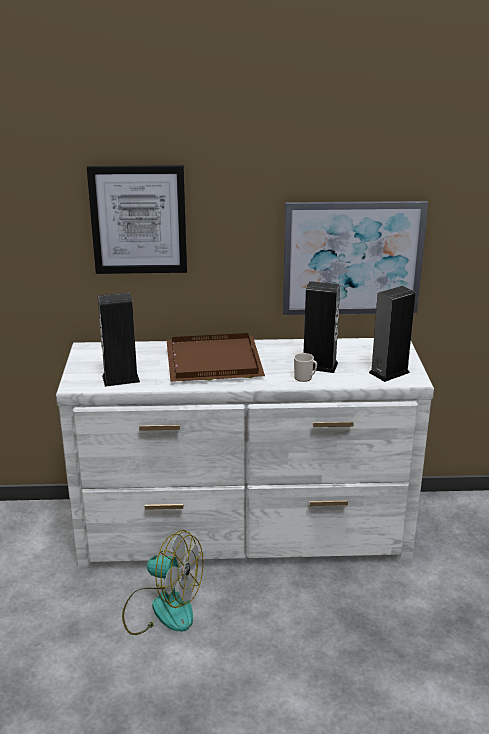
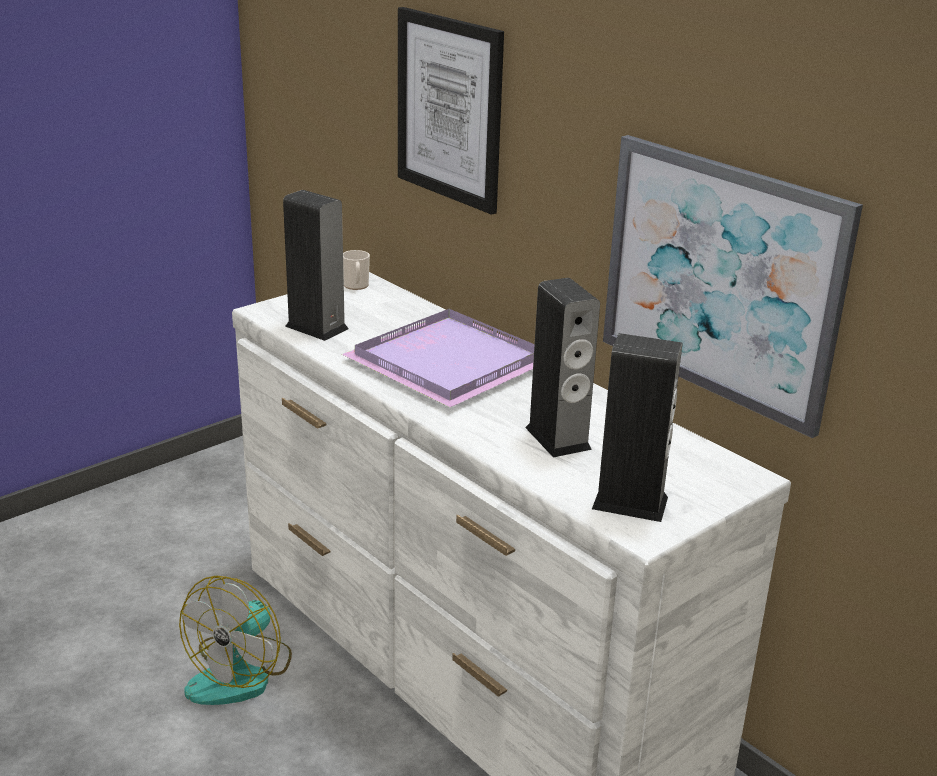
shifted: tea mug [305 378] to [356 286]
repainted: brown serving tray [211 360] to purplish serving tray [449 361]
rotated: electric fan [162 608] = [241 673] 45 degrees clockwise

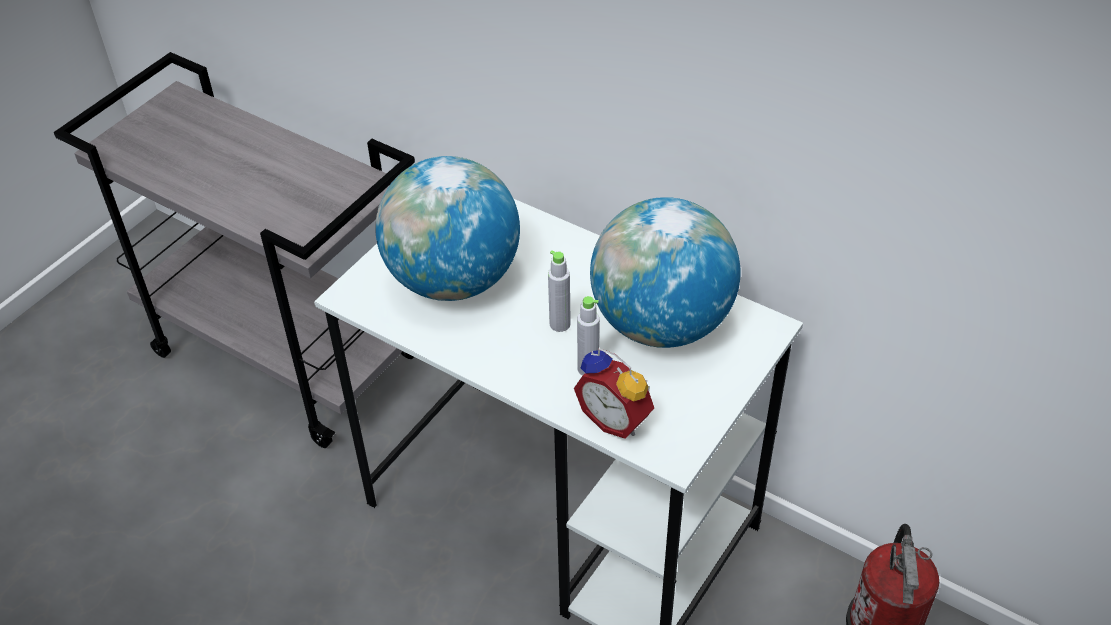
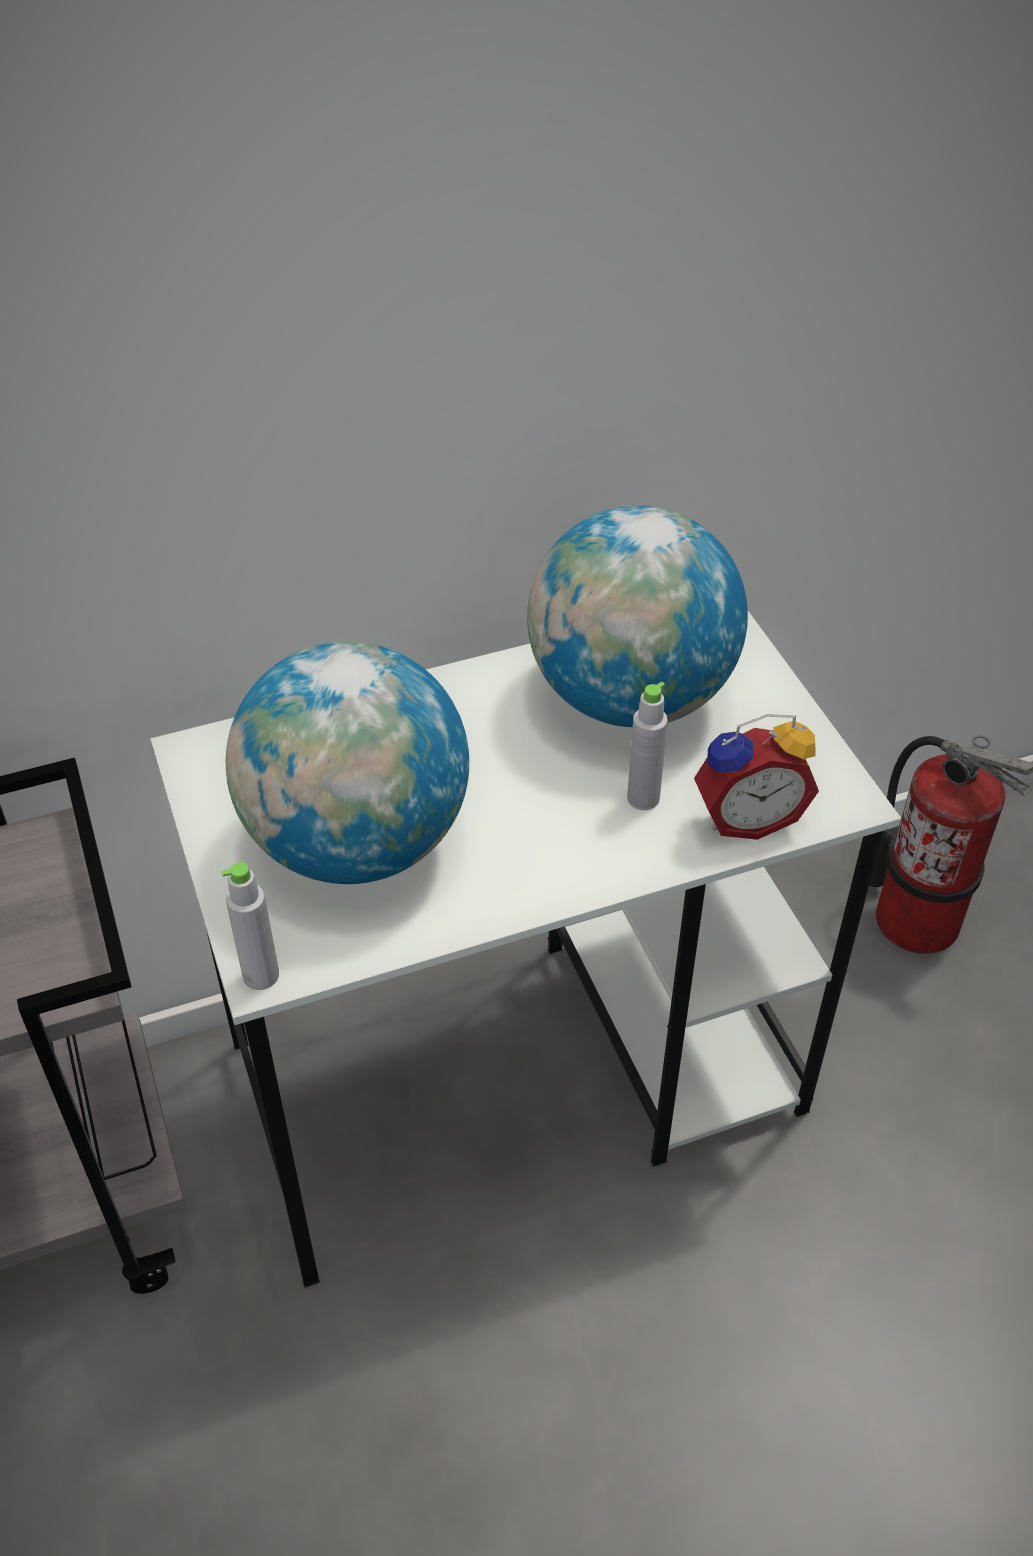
shifted: greyish bottle [560 324] to [261 975]

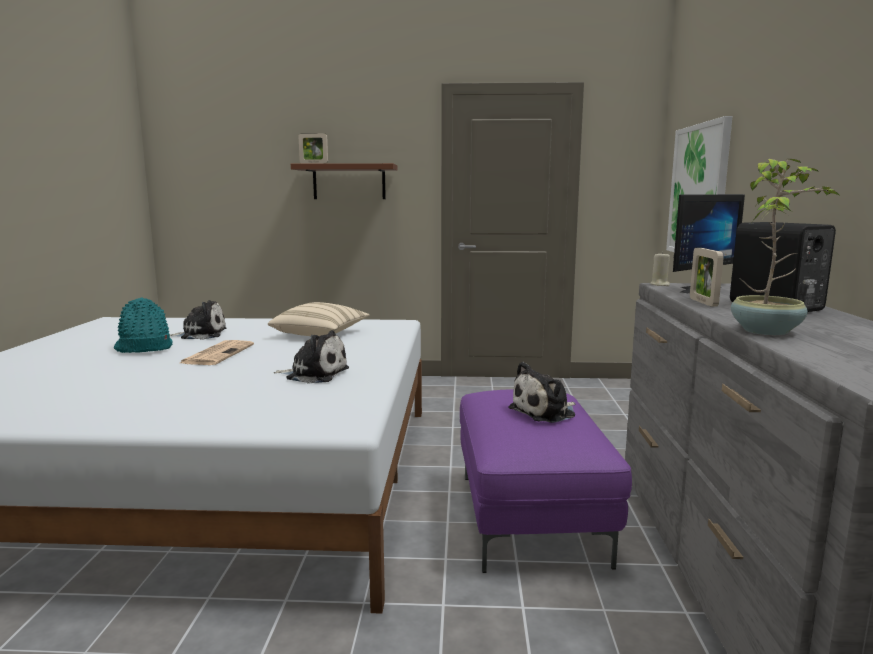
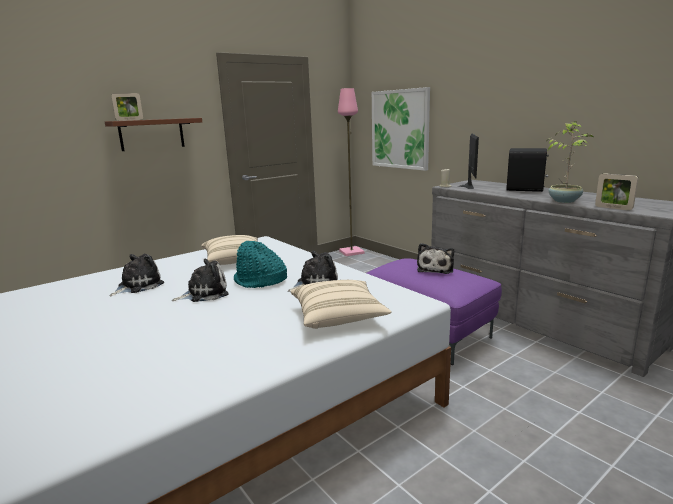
new: beige pillow [338 317]; pink standing lamp [351 252]
shifted: turquoise wearable hat [144 348] to [260 281]; photo frame [703 302] to [613 208]
swapped: newspaper [218 354] to soft toy [204 293]

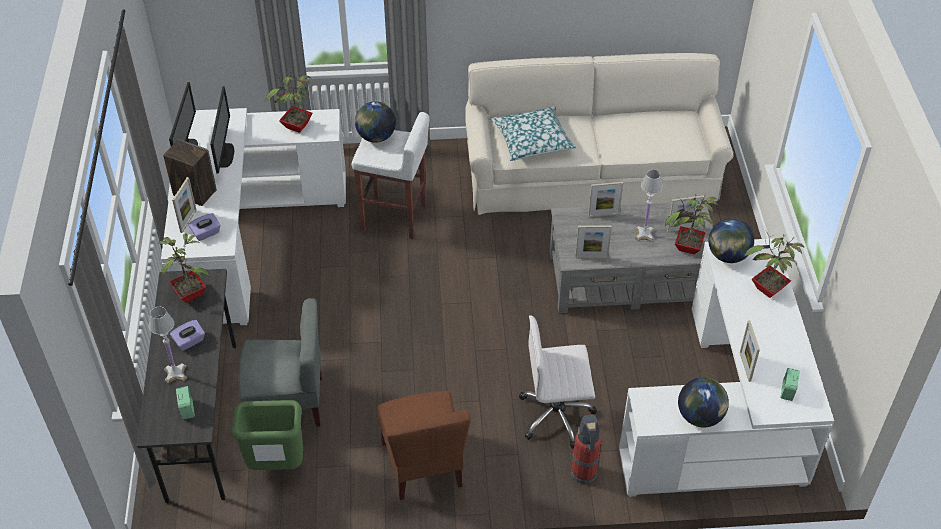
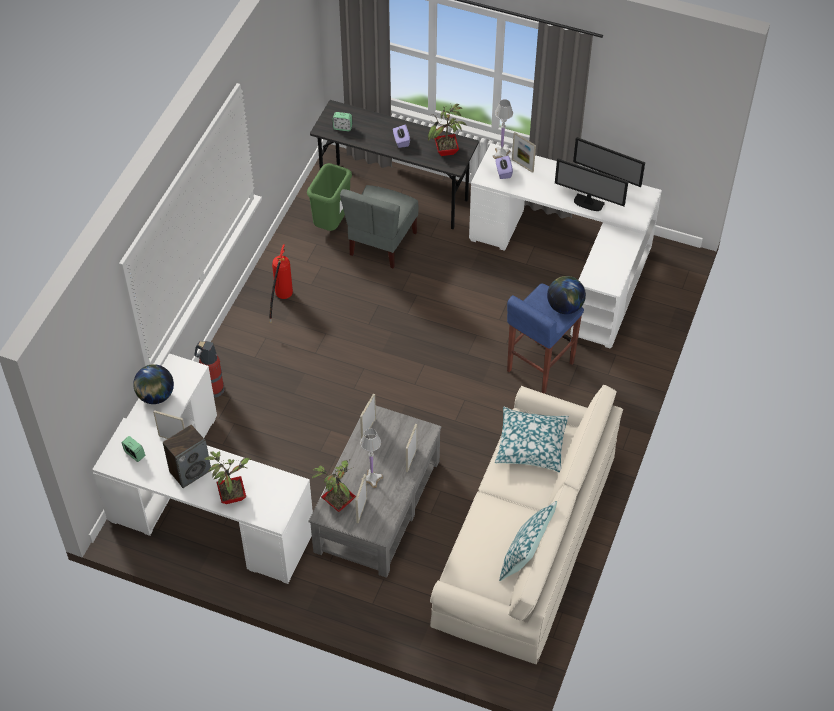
gone: houseplant [296 127]; whitish desk chair [557 415]; desk globe [727 256]
new: pillow [526 557]
shifted: loudspeaker [194 193] to [190 471]; whitish table lamp [175 374] to [501 154]
swapped: brown upright chair [423 464] to extinguisher [281 301]
repainted: whitish sitting stool [394 218] to bluish sitting stool [539 367]

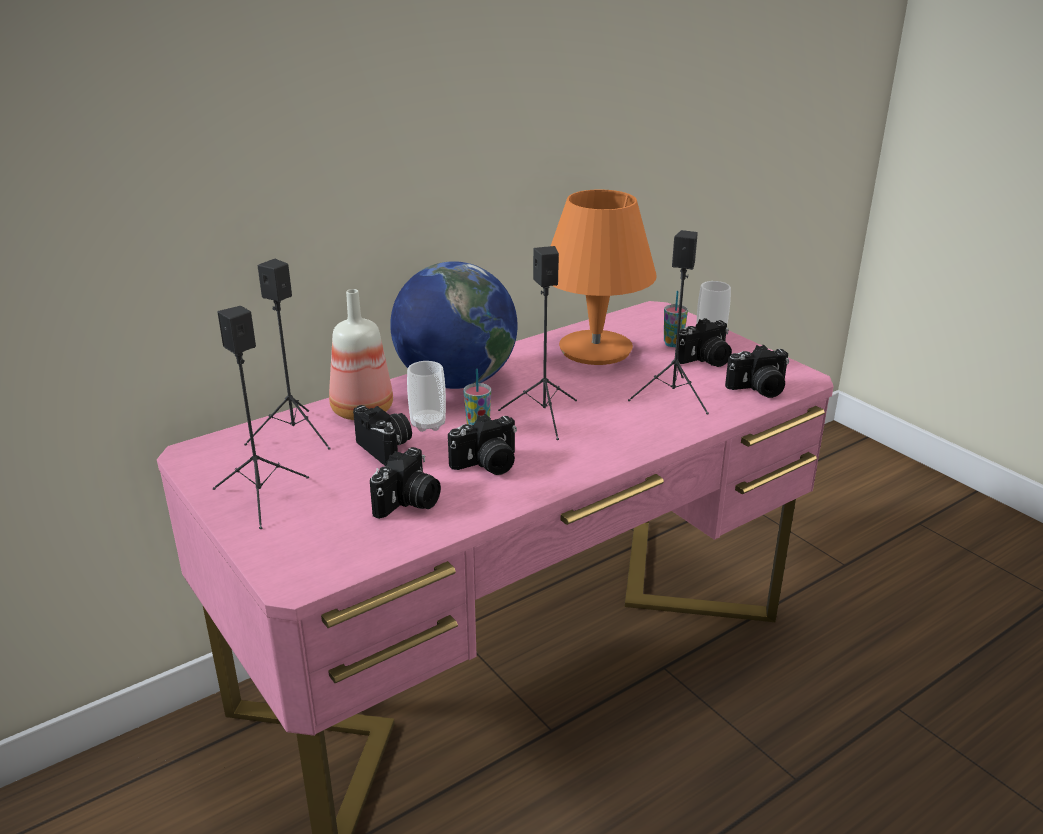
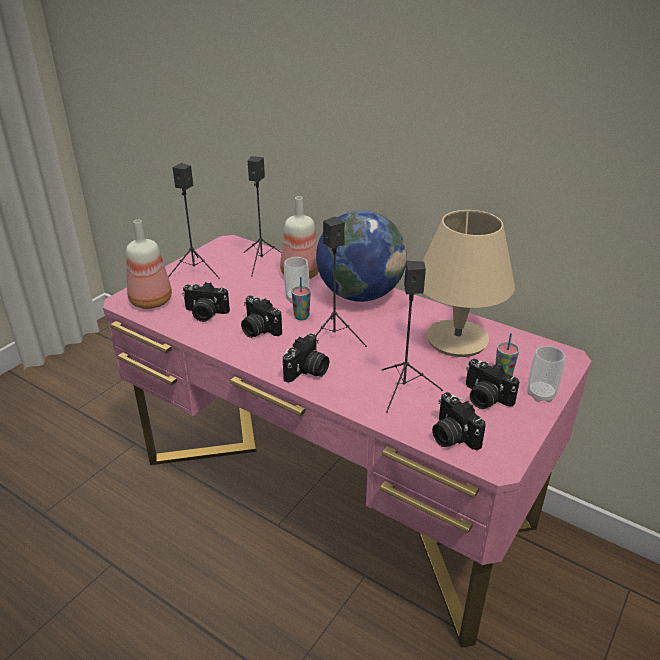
new: bottle [152 302]
shifted: still camera [387 448] to [307 371]
repainted: orange table lamp [594 350] to beige table lamp [456 339]

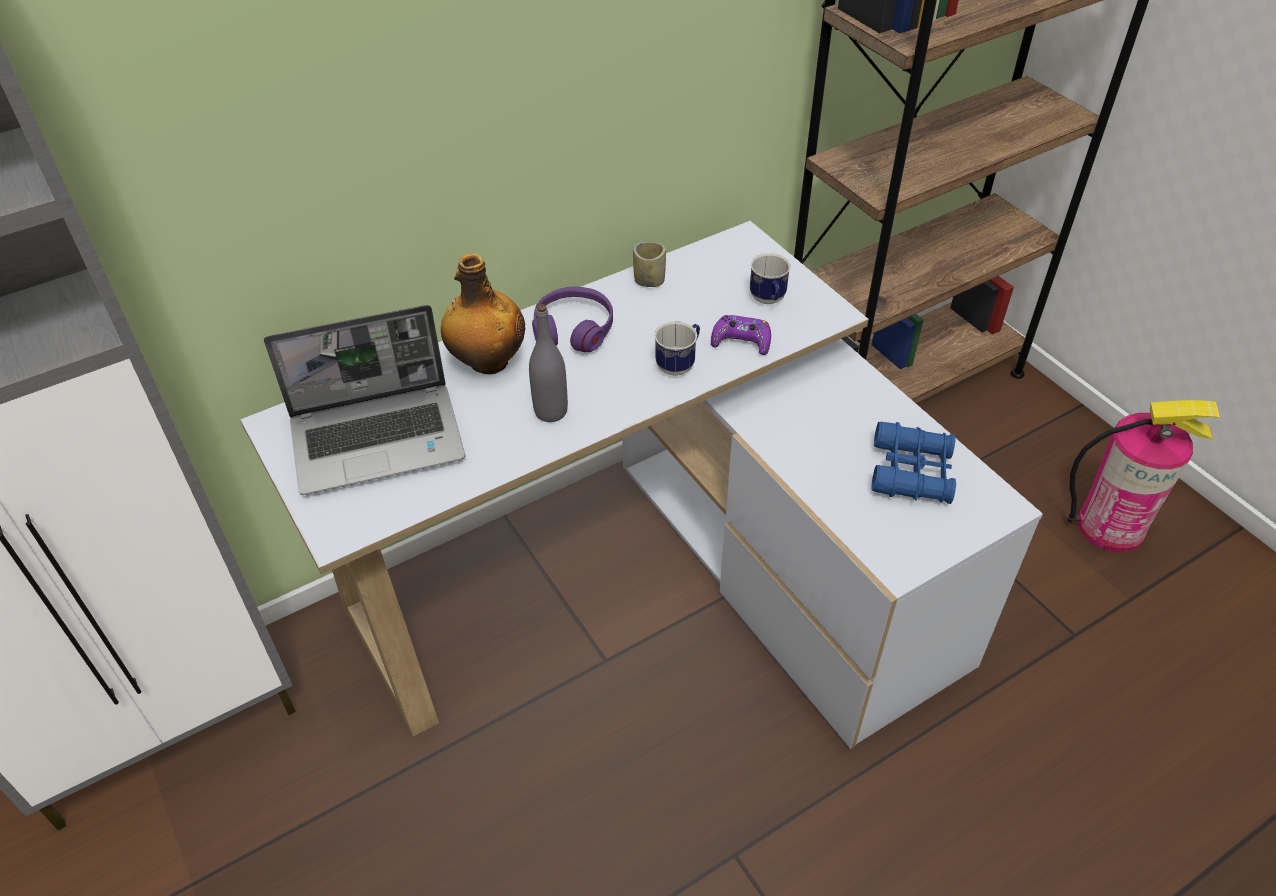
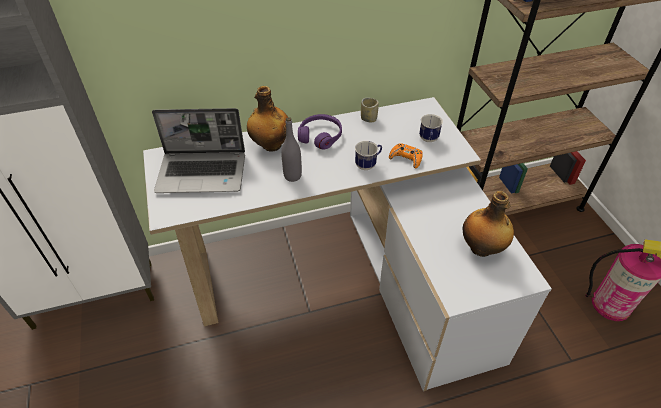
swapped: bluish binoculars [912 472] to bottle [482 248]
repainted: purplish joypad [741 341] to orange joypad [406 158]

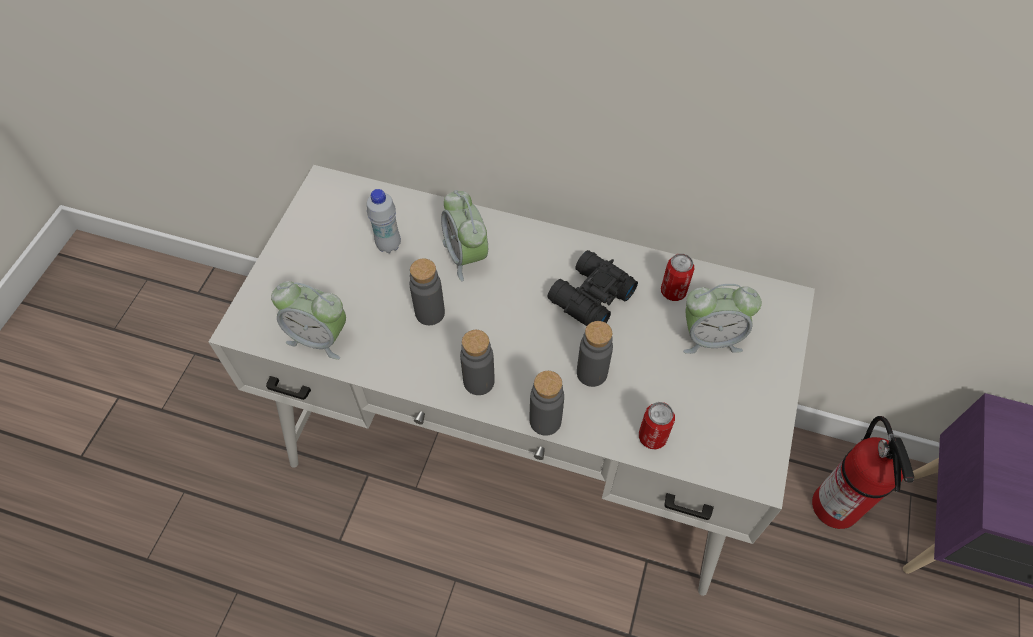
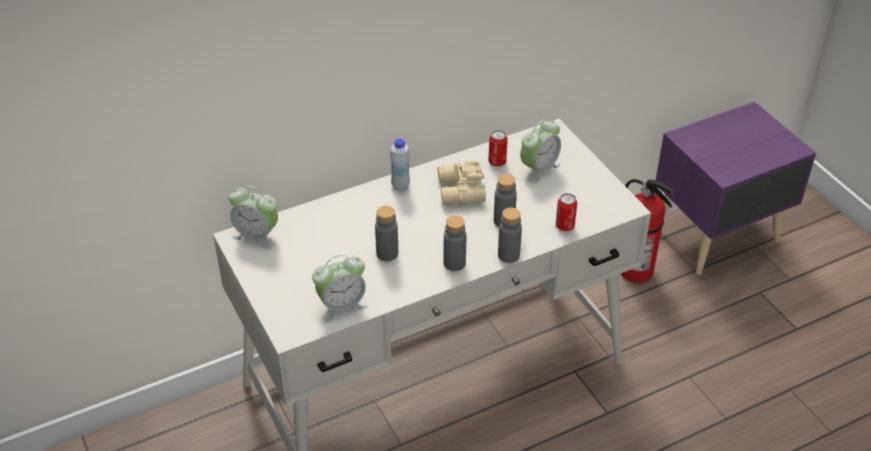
shifted: alarm clock [466 255] to [257 235]; whitish bottle [388 245] to [400 186]
repainted: black binoculars [589 297] to beige binoculars [460 191]

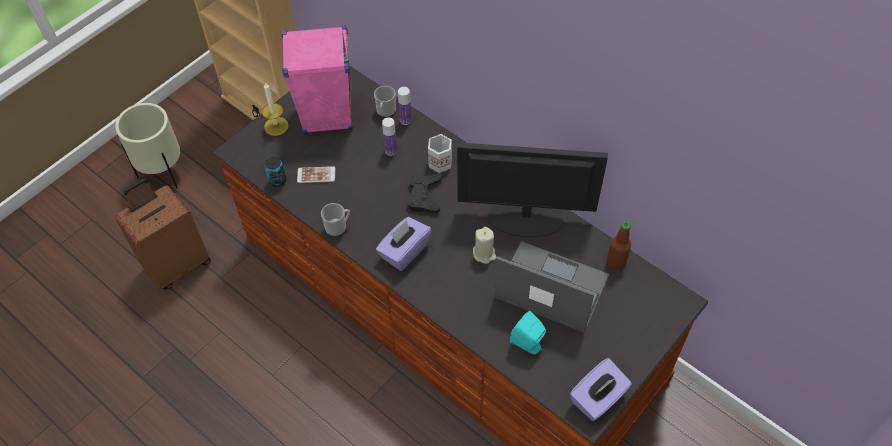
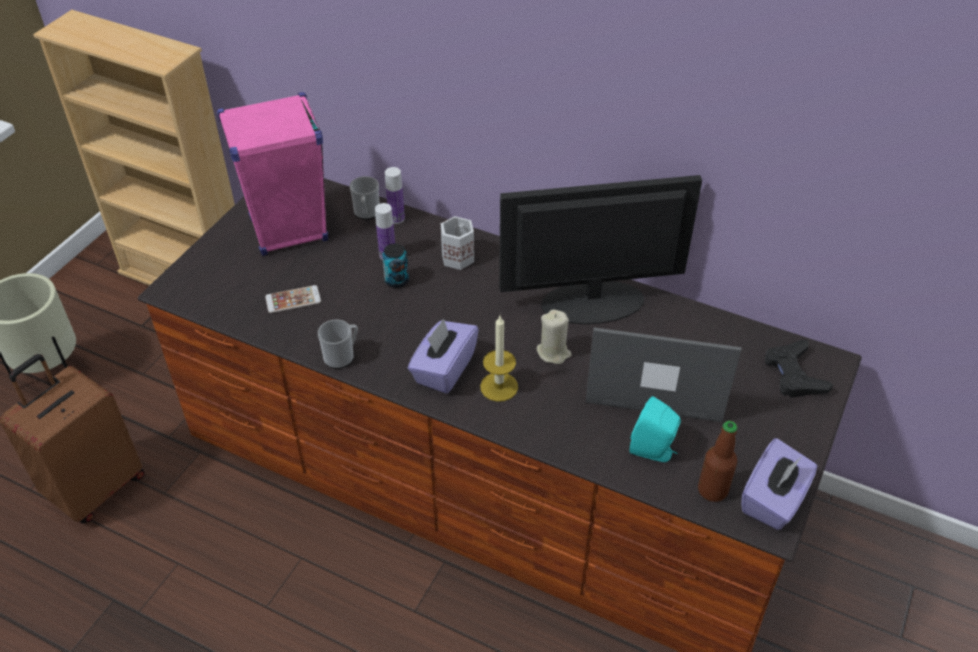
shifted: metal can [277 181] to [396 281]; candle [276 126] to [499 386]; bottle [616 262] to [712 490]; black joypad [424 196] to [794 374]

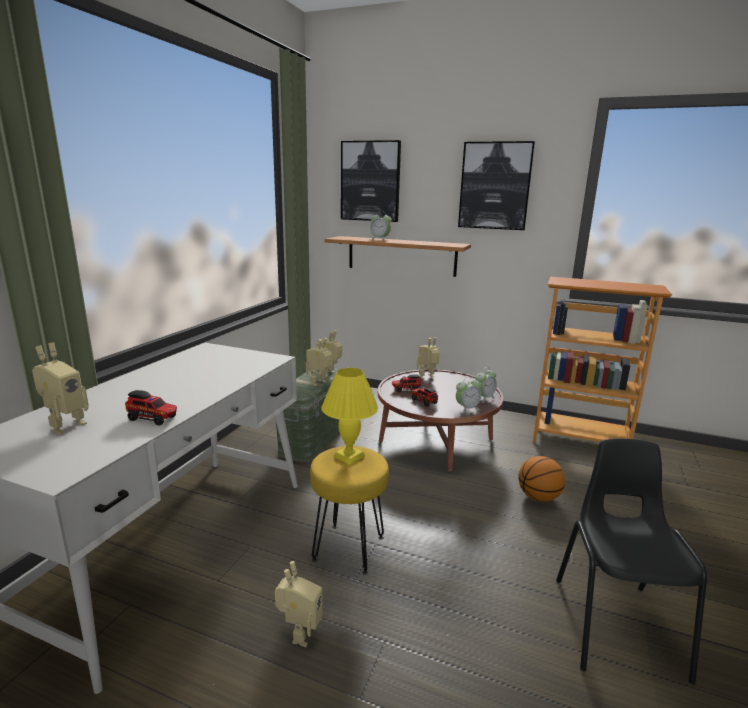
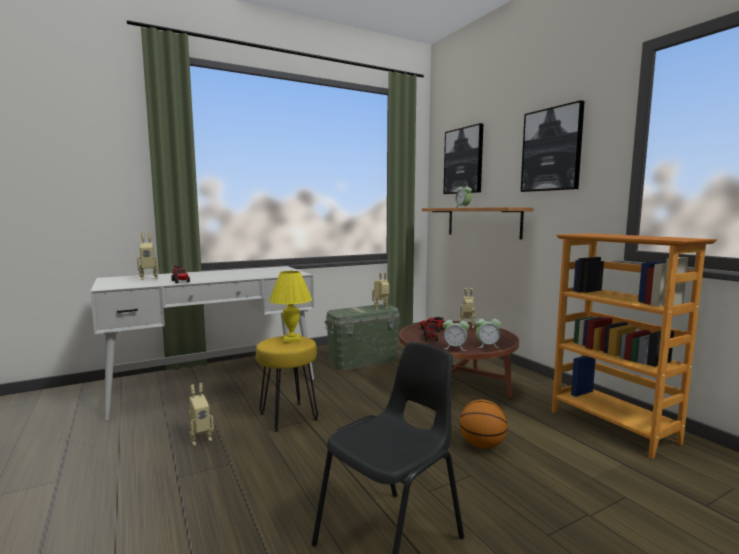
gone: model robot [319 383]

